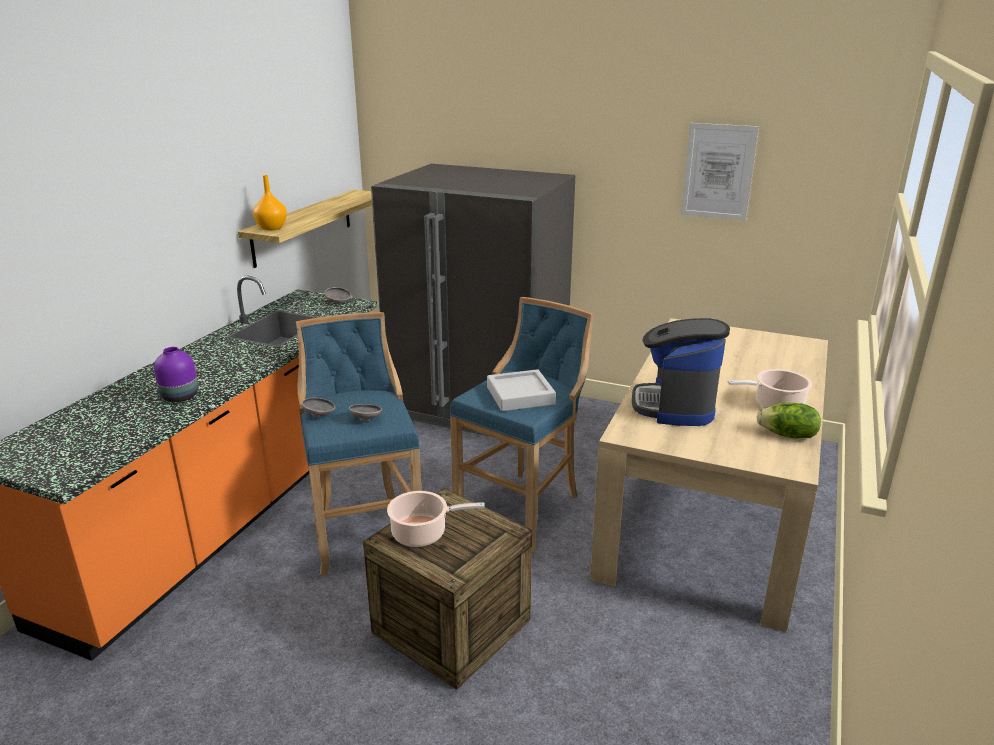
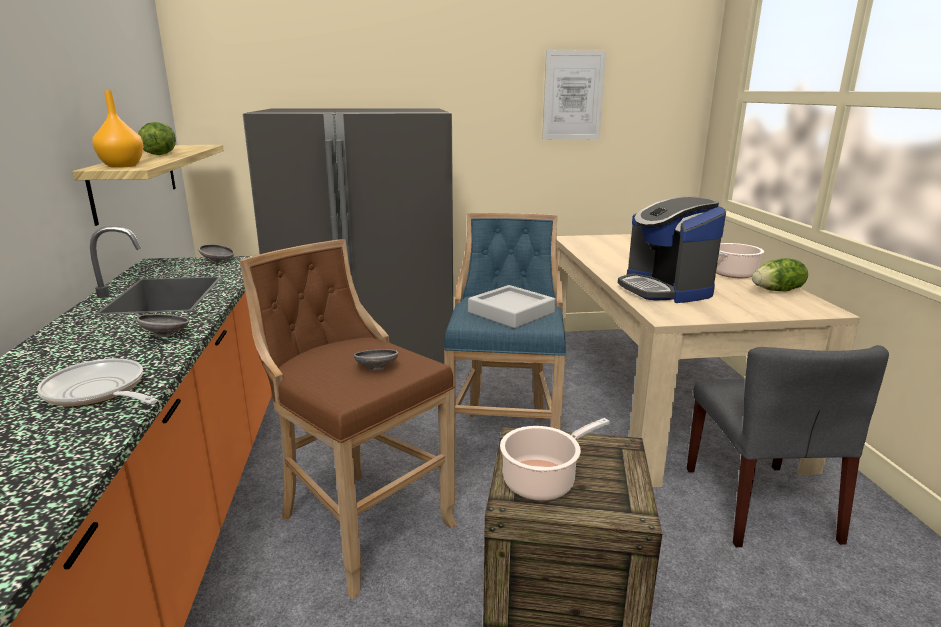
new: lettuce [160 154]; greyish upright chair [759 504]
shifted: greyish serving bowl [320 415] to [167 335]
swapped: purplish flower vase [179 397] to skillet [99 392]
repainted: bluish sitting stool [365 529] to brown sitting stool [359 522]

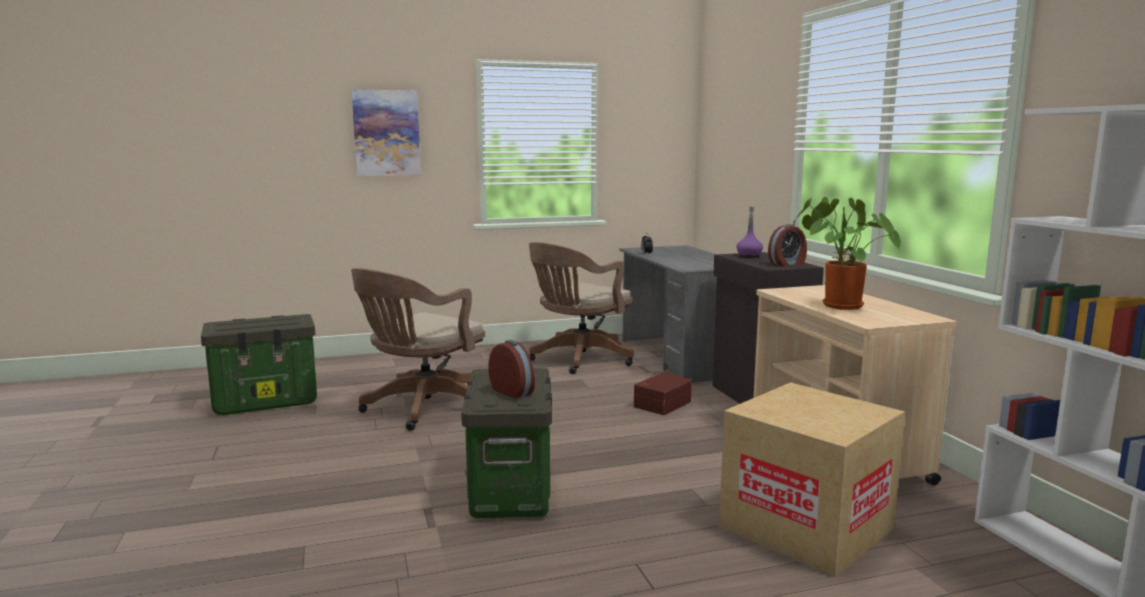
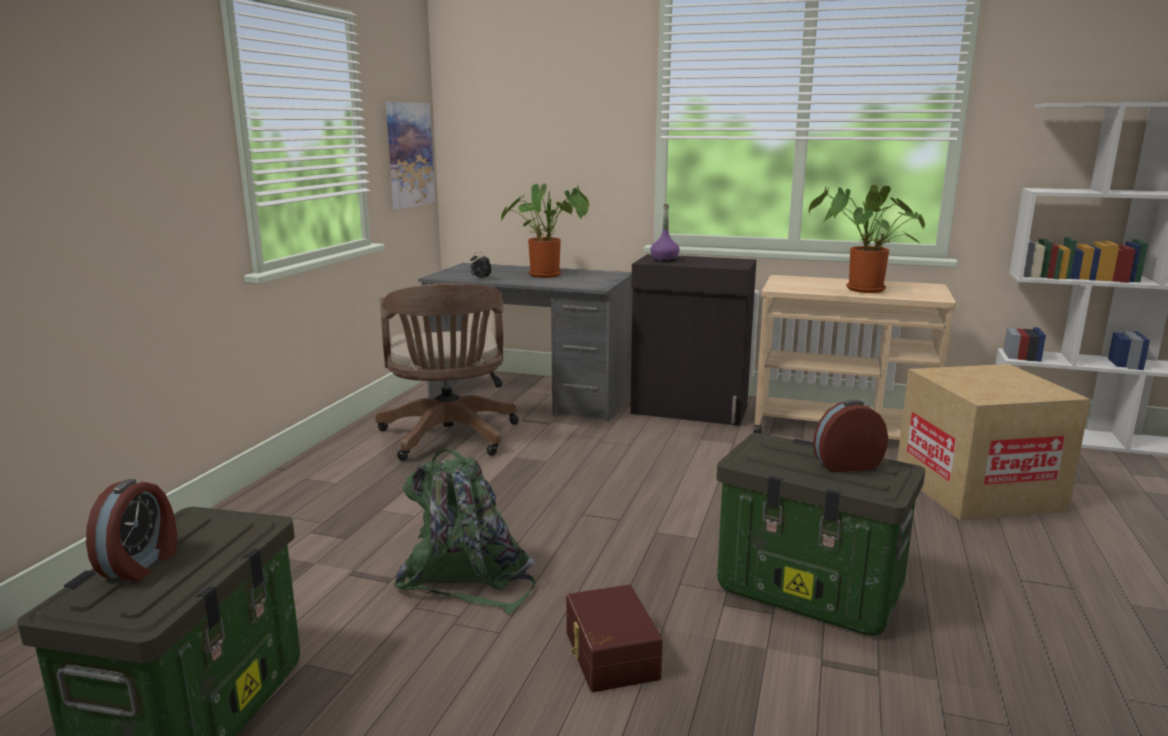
new: houseplant [549 275]
shifted: alarm clock [787 264] to [141 564]; wall art [386 133] to [409 154]; brown storage bin [661 404] to [609 655]
swapped: brown desk chair [421 409] to green backpack [468 577]

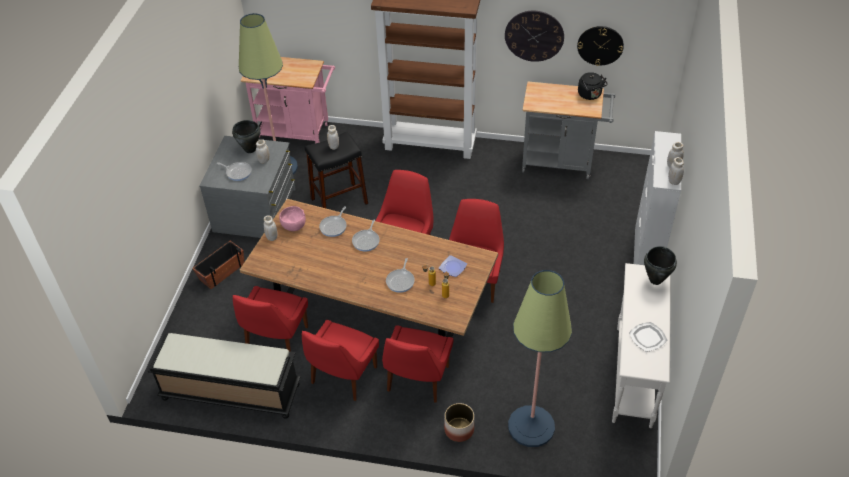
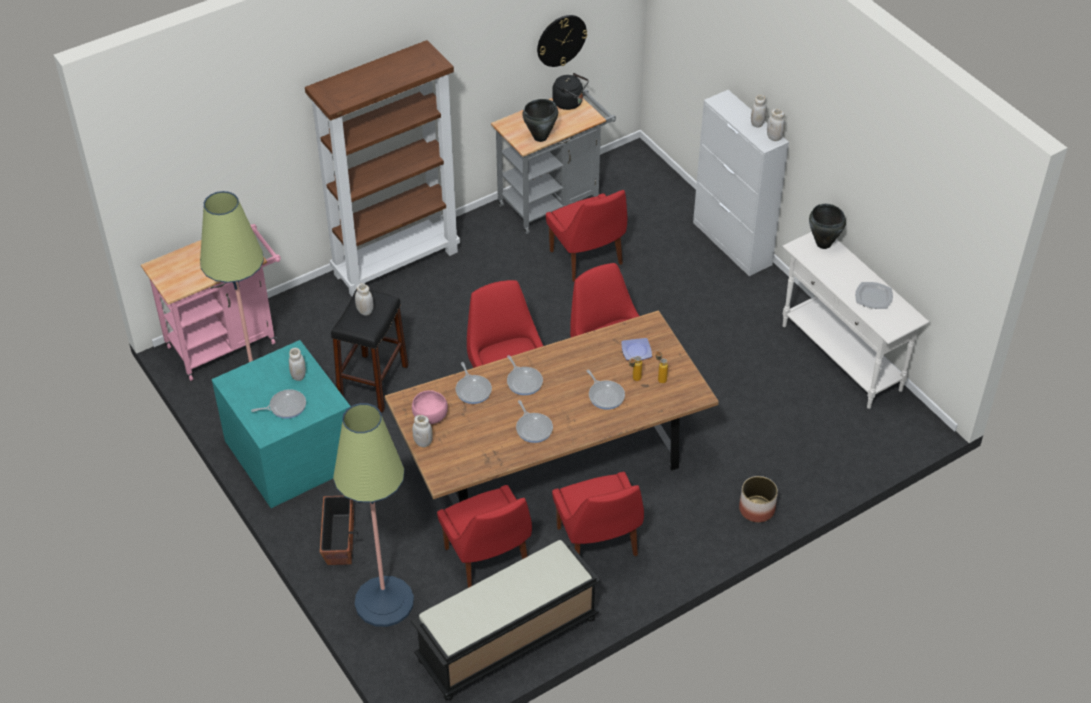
gone: wall clock [534 36]
new: skillet [533 428]
shifted: standing lamp [531 426] to [384 602]; black cooking pot [250 149] to [540 137]; red upright chair [417 381] to [587 259]
repainted: greyish chest of drawers [256 210] to turquoise chest of drawers [291 453]

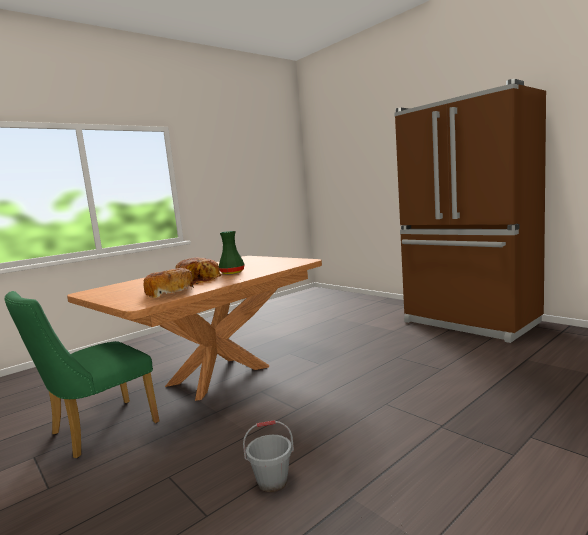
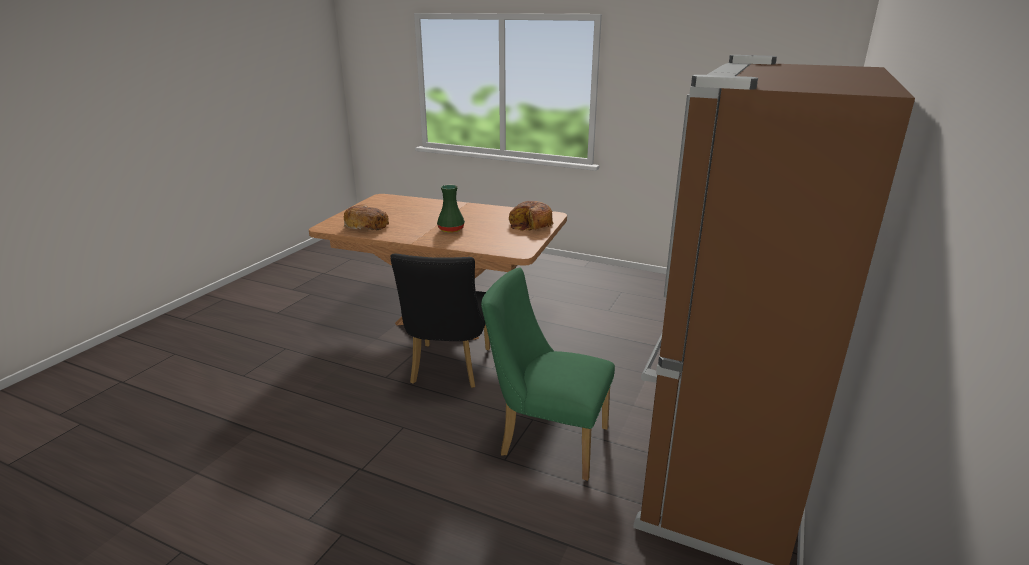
gone: greyish water bucket [272 482]
new: black upright chair [448 369]
shifted: green upright chair [97 431] to [546 440]; bread [199 280] to [531 225]

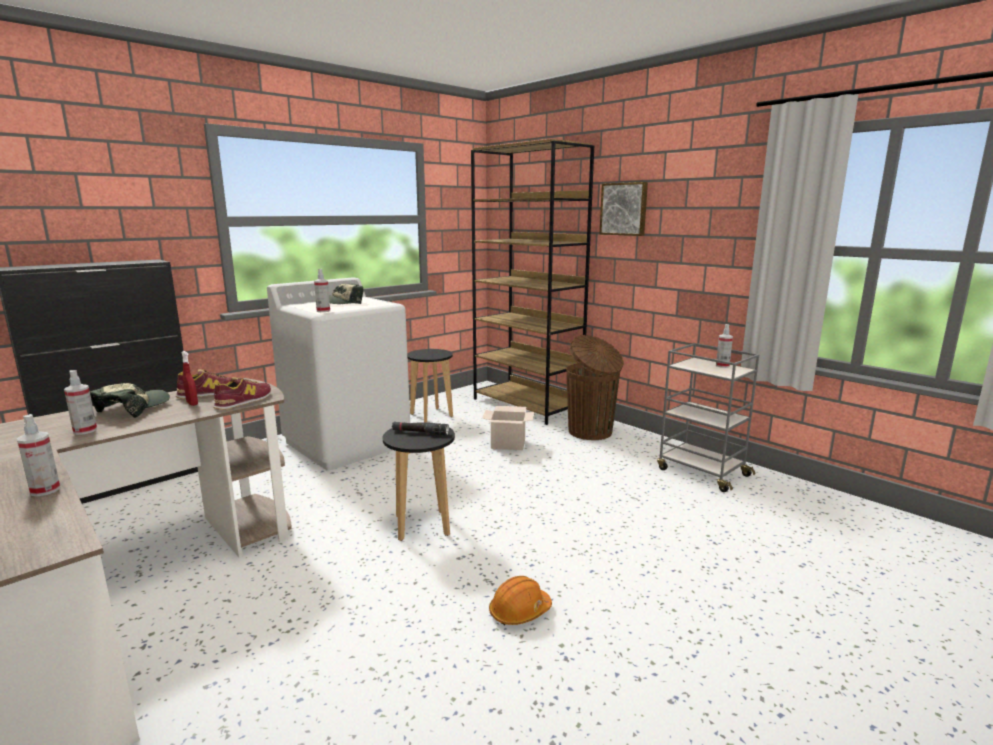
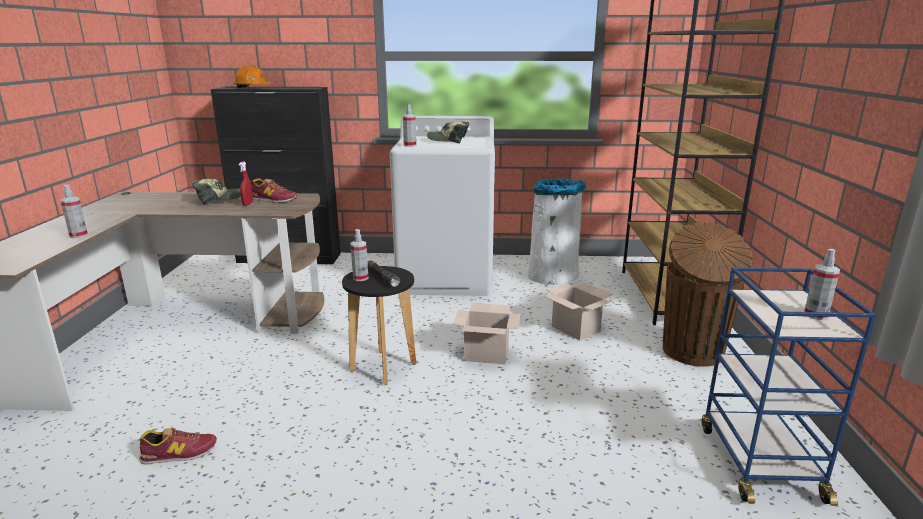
gone: wall art [624 209]
new: cardboard box [488 353]
shifted: low shoe [244 401] to [179 453]; orange safety helmet [519 611] to [252 87]; hand sprayer [85 431] to [360 278]
swapped: black sitting stool [431 415] to whitish trash can [553 275]
repainted: greyish cart [701 472] to bluish cart [759 462]

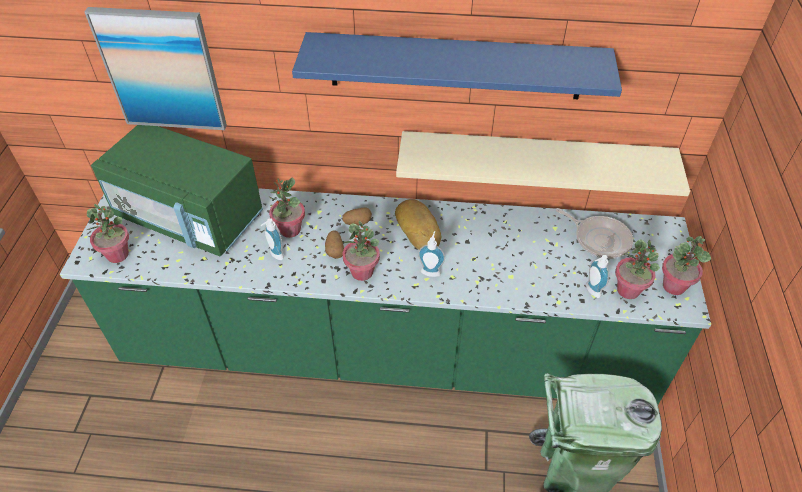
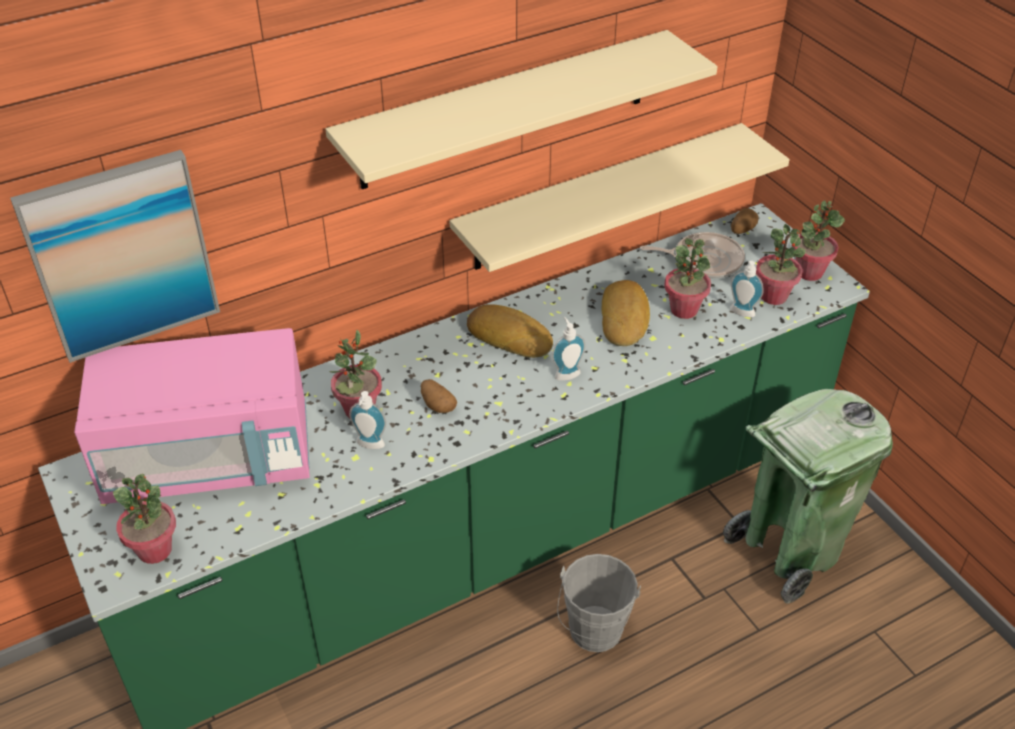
new: greyish water bucket [594 635]; bread [625 318]
shifted: houseplant [362 272] to [684 309]; potato [357 222] to [742 229]
repainted: green microwave [190 217] to pink microwave [210 459]; bluish bracket shelf [455 66] to beige bracket shelf [506 110]

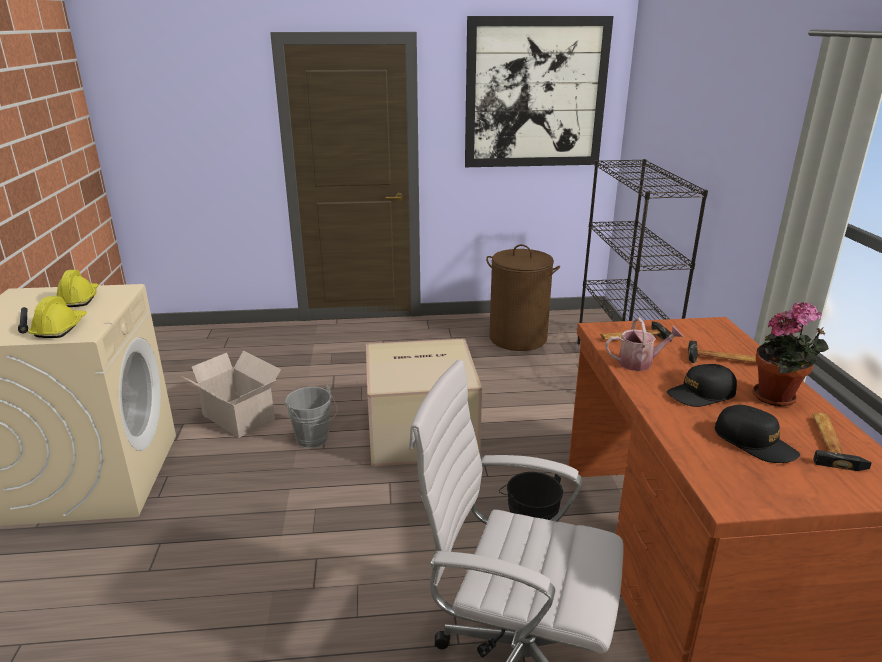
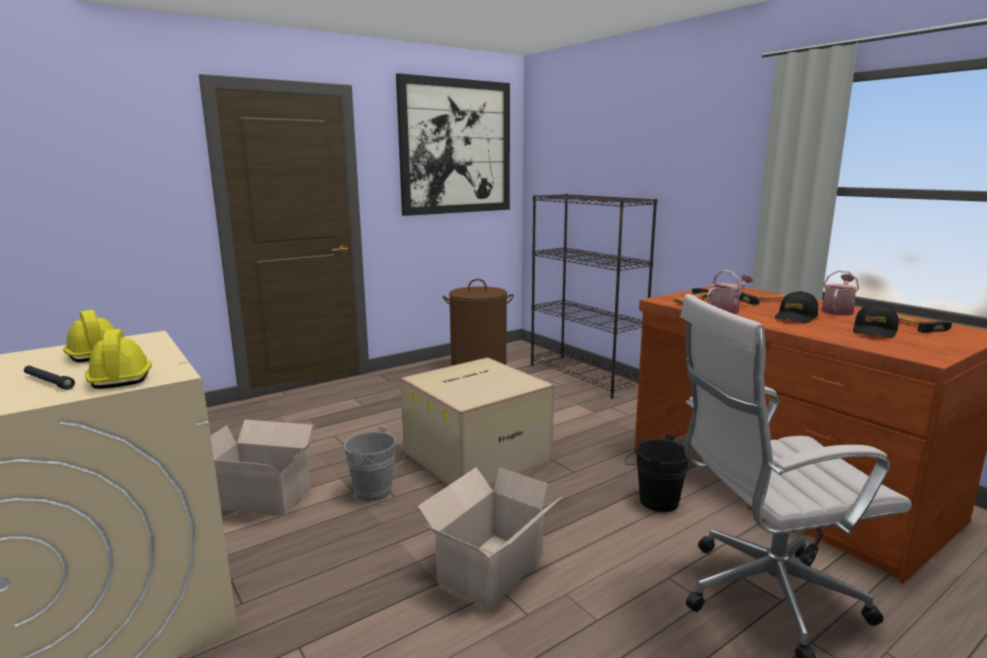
new: cardboard box [488 571]
swapped: houseplant [778 398] to watering can [838 311]
rotated: black cap [754 443] = [874 331] 105 degrees clockwise

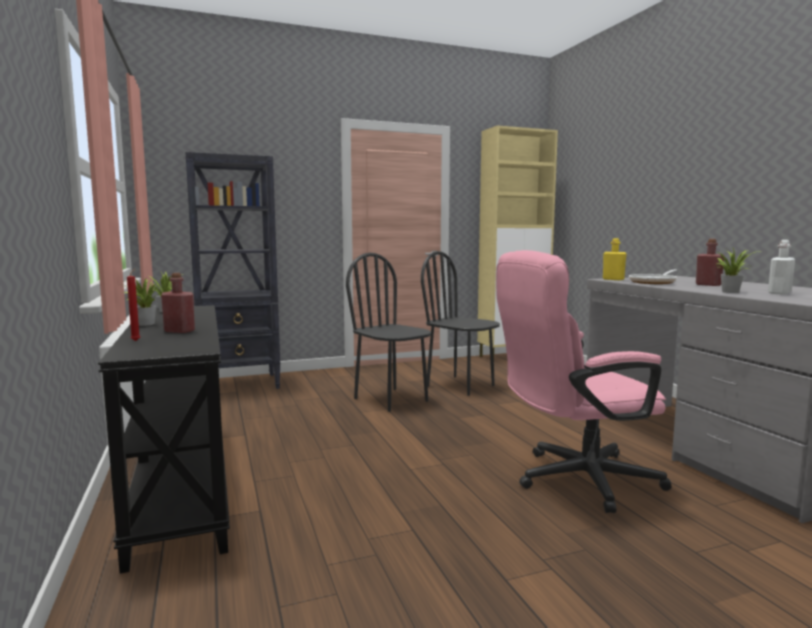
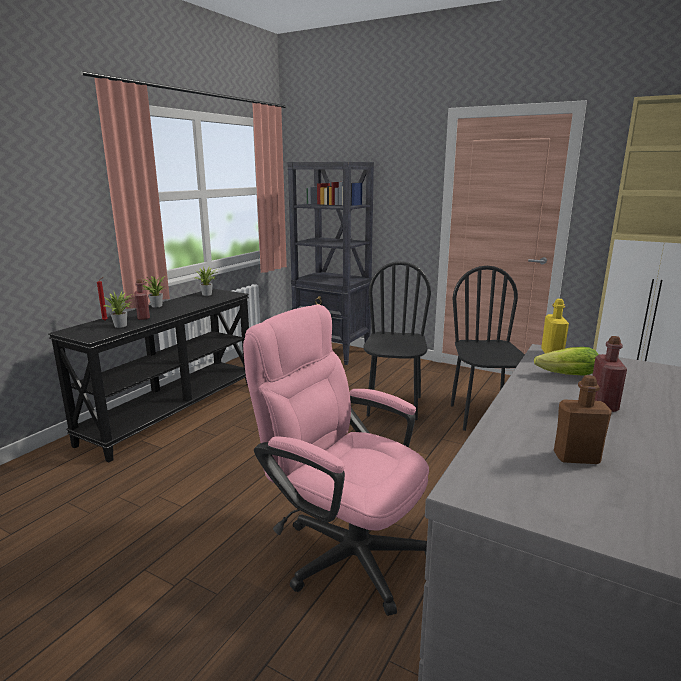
shifted: houseplant [730 292] to [122 325]
swapped: skillet [654 282] to lettuce [563 375]
repainted: whitish bottle [779 293] to brown bottle [576 457]

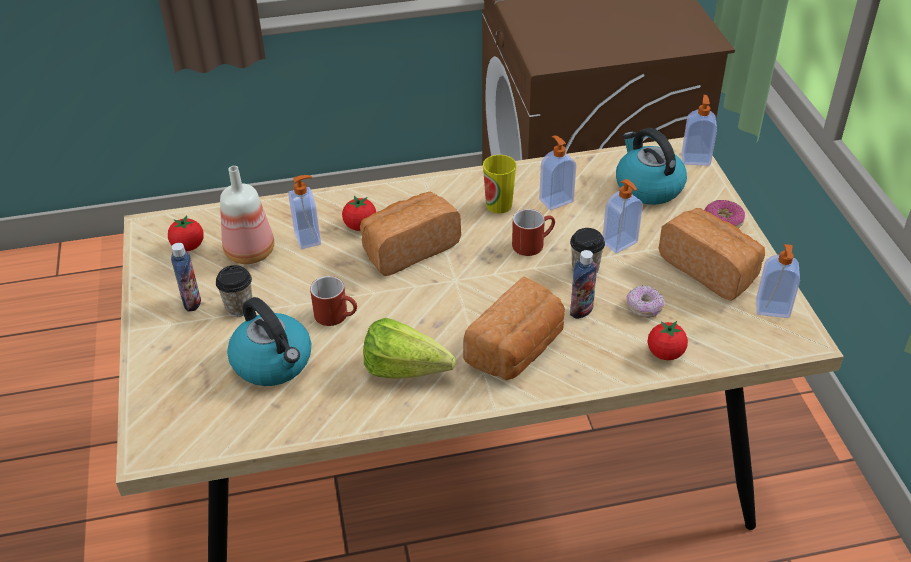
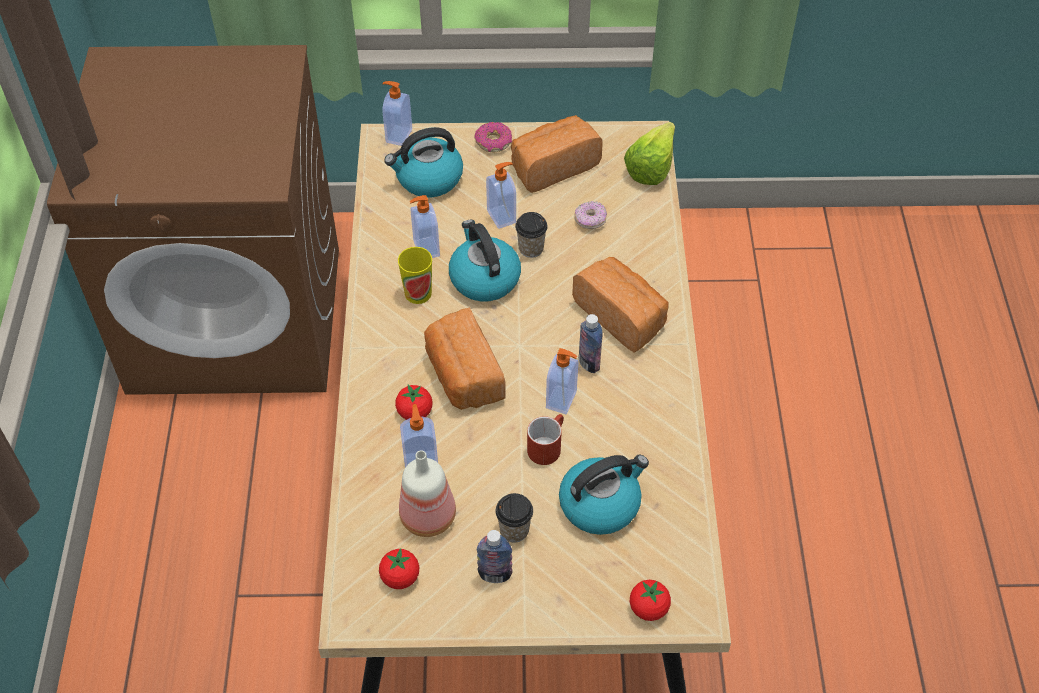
shifted: soap bottle [772 310] to [562 400]; bottle [581 310] to [589 363]; lettuce [411 373] to [655 165]; whole tomato [665 353] to [648 608]
swapped: red tea mug [533 243] to water kettle [484 278]

